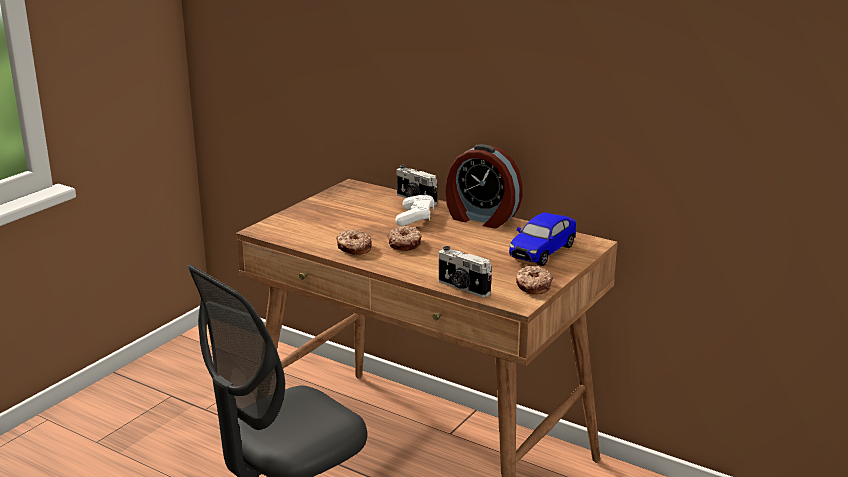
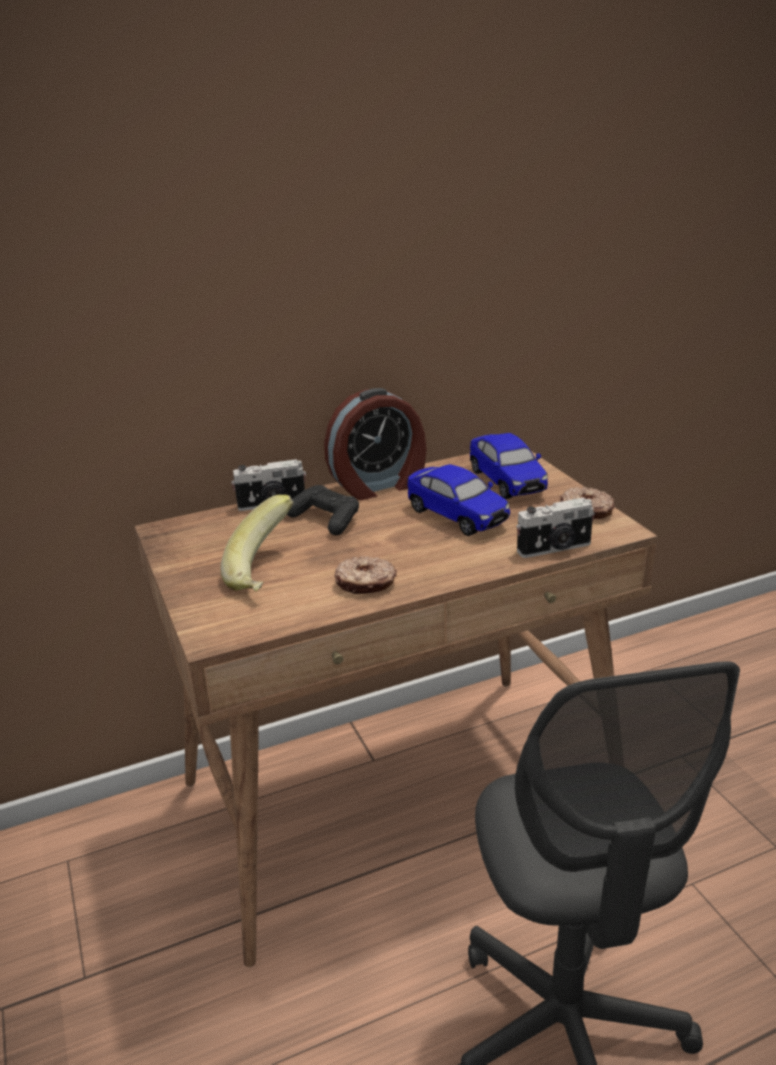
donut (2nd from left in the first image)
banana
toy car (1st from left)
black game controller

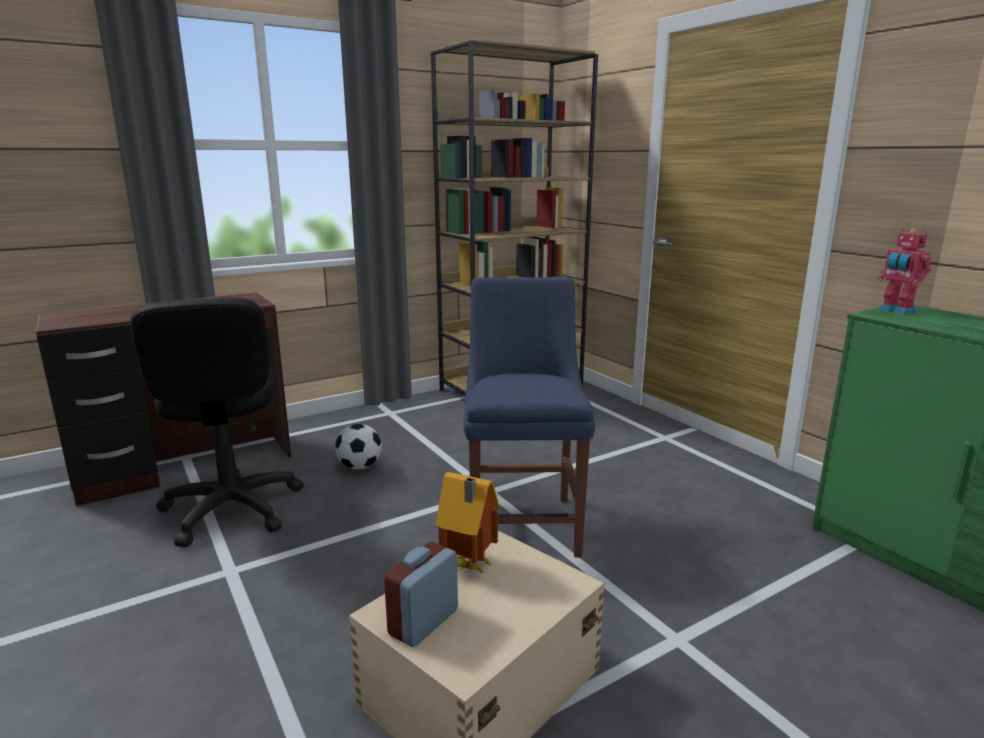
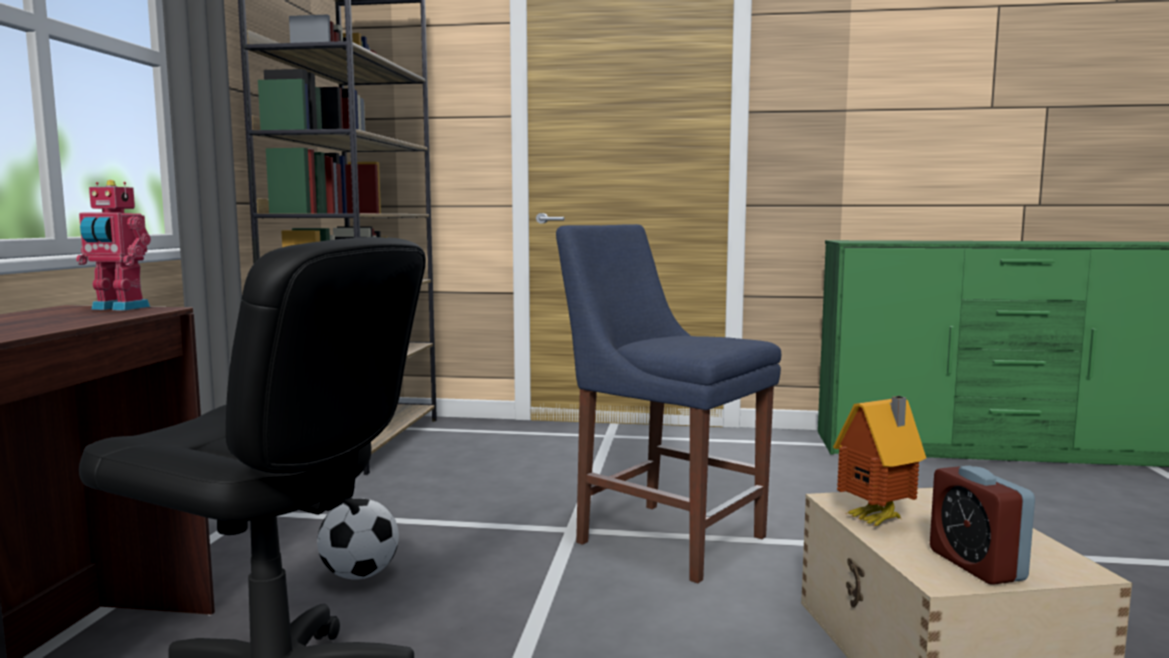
toy robot

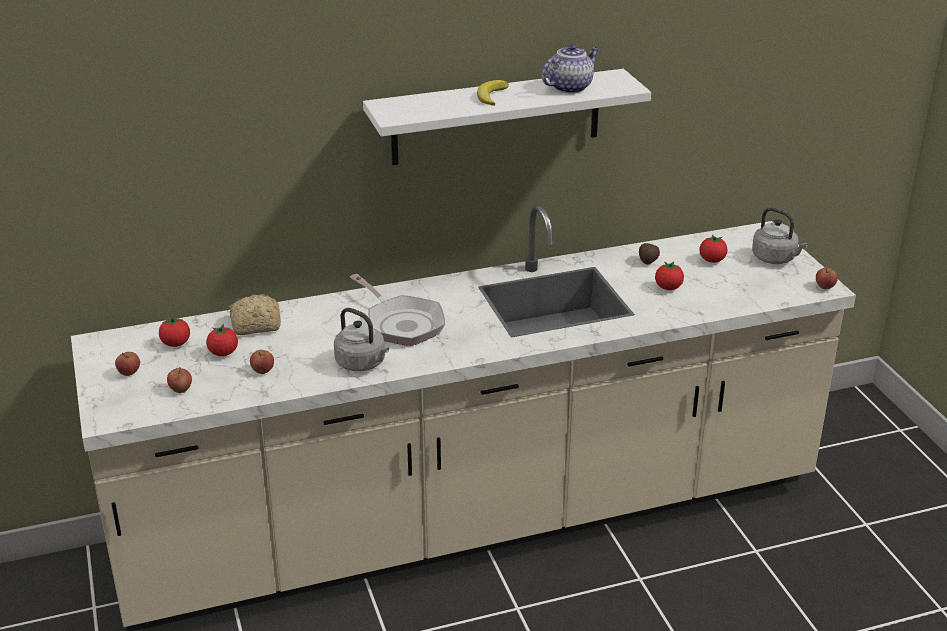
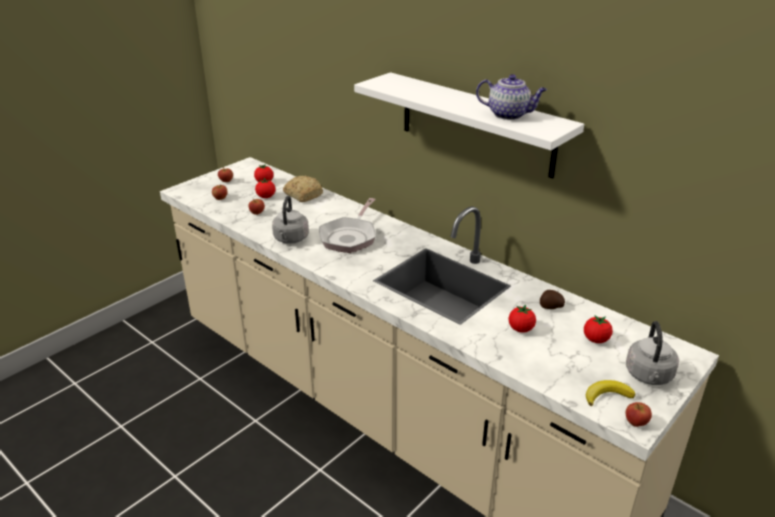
banana

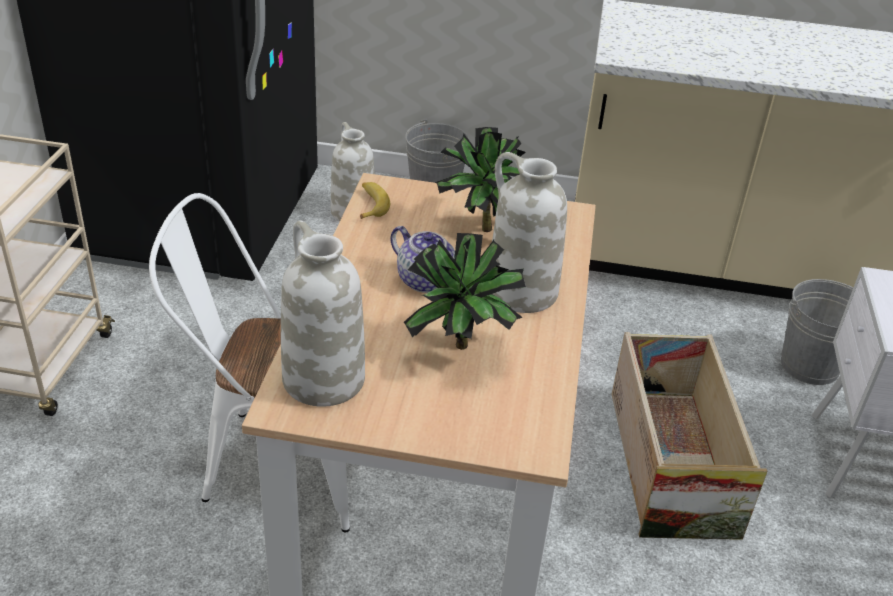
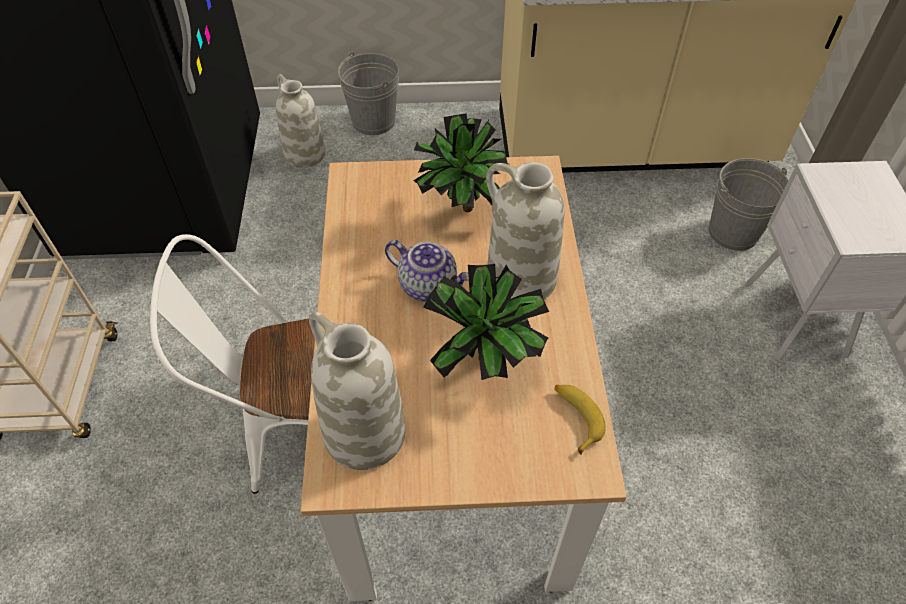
crate
banana

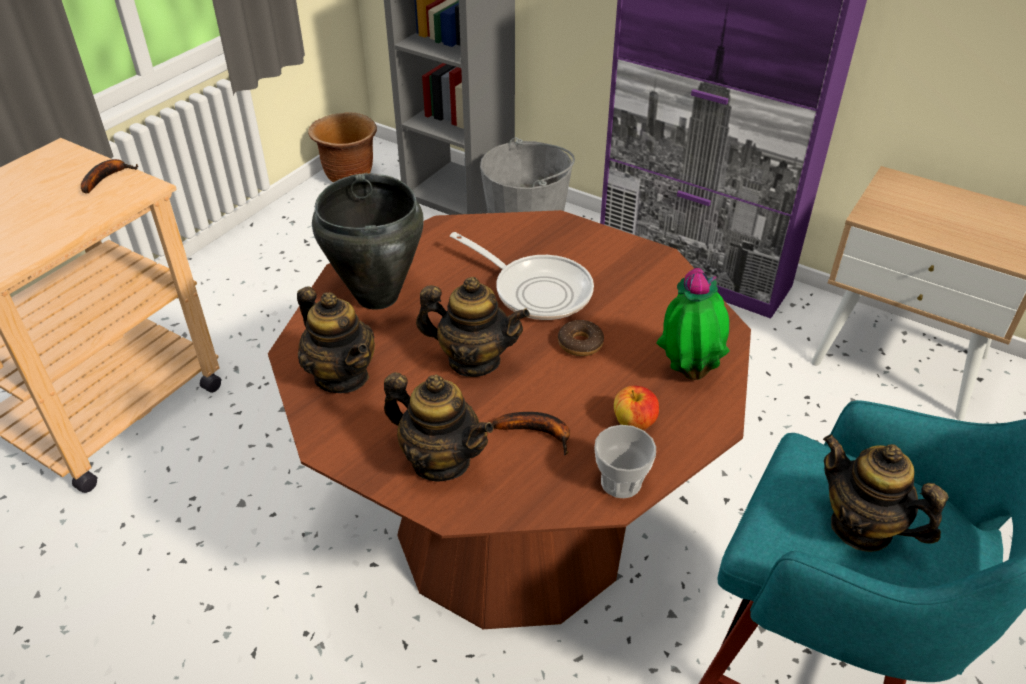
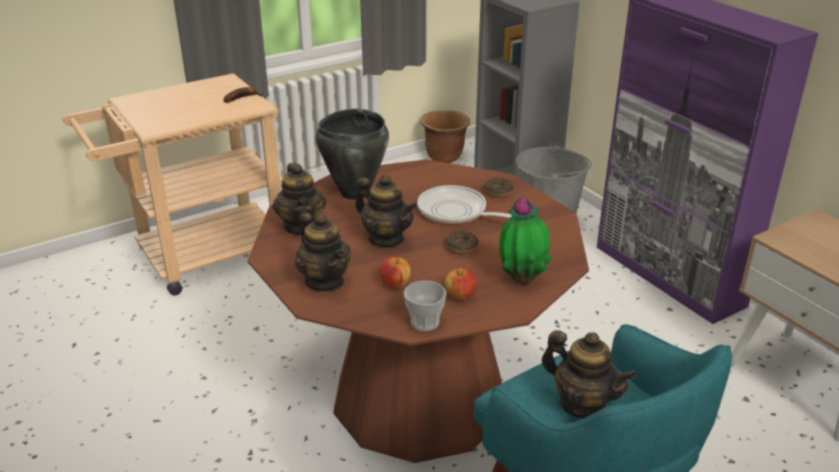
donut (2nd from left)
apple (1st from left)
frying pan
teapot (4th from left)

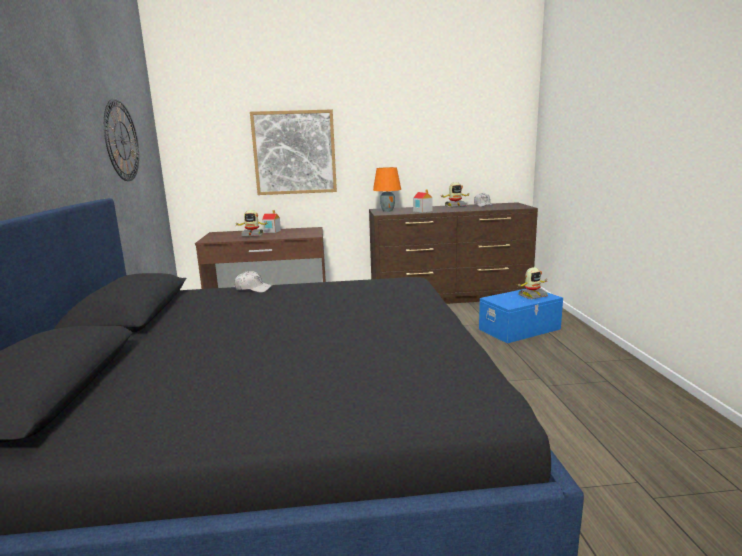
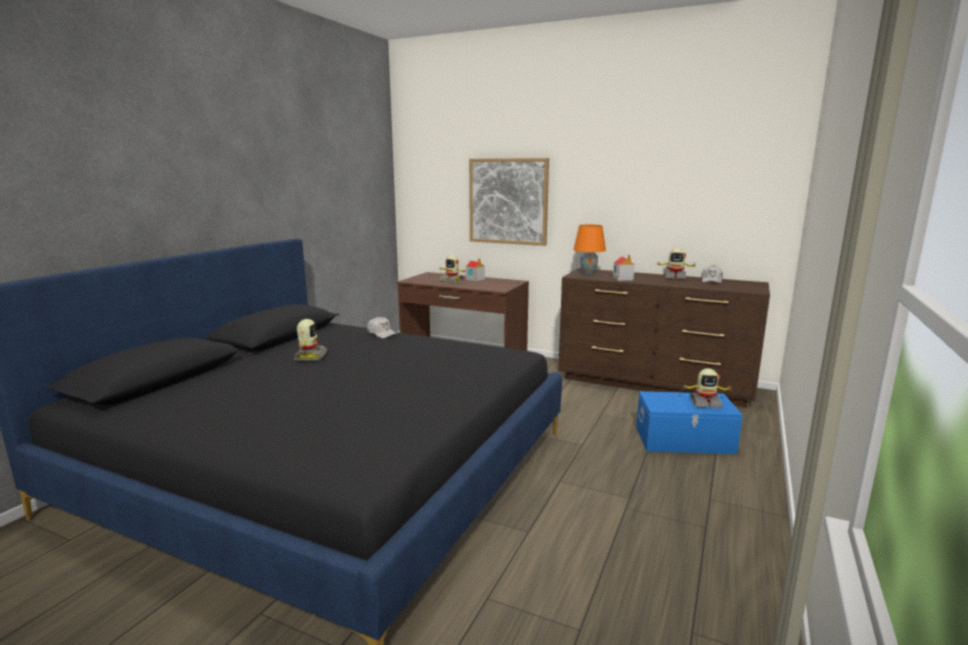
wall clock
toy robot (1st from left)

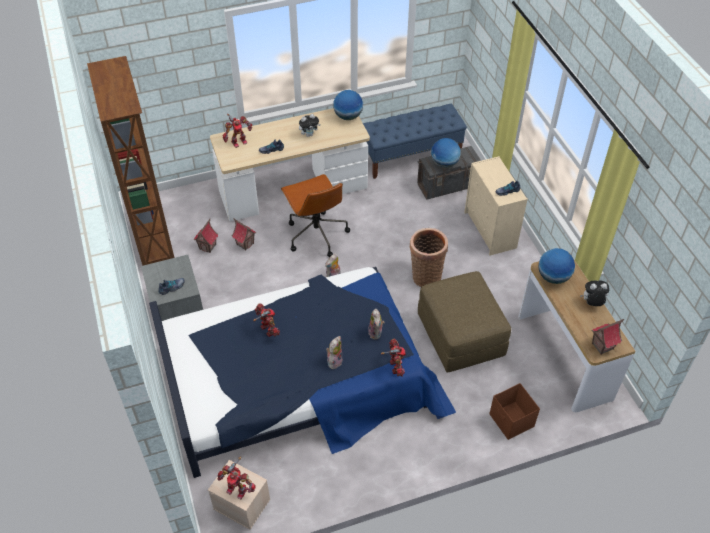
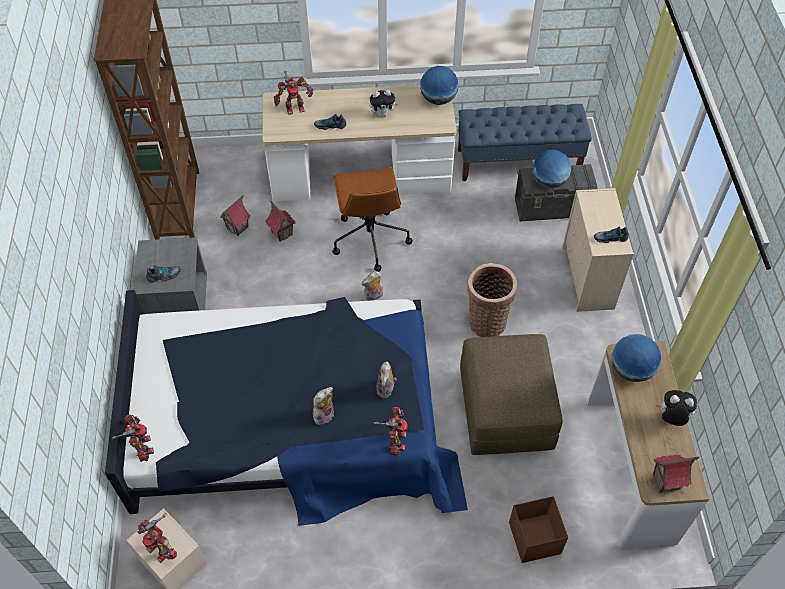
toy robot (1st from left)

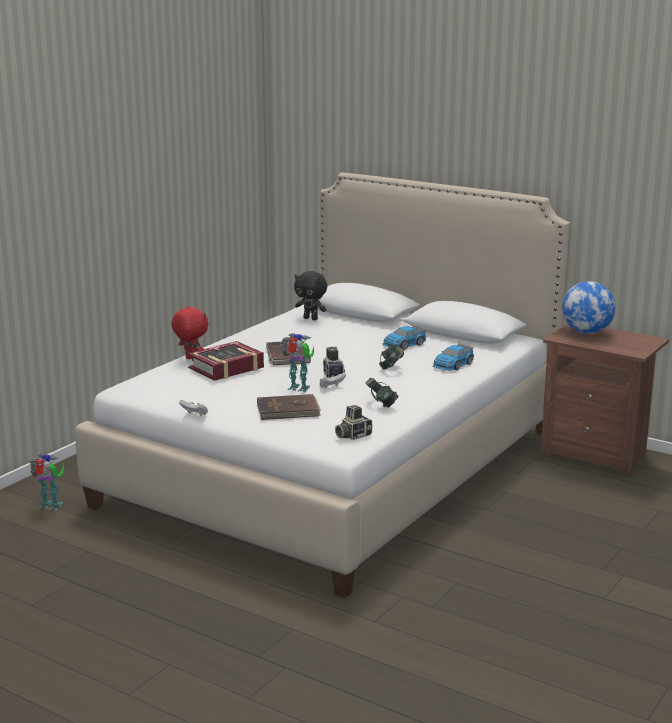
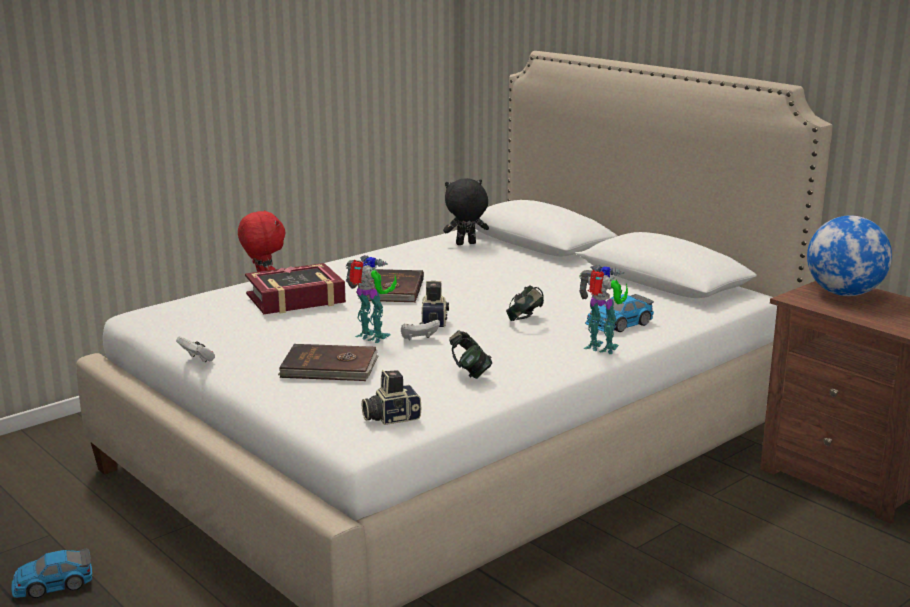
toy robot (2nd from left)
toy car (1st from left)
black plush toy

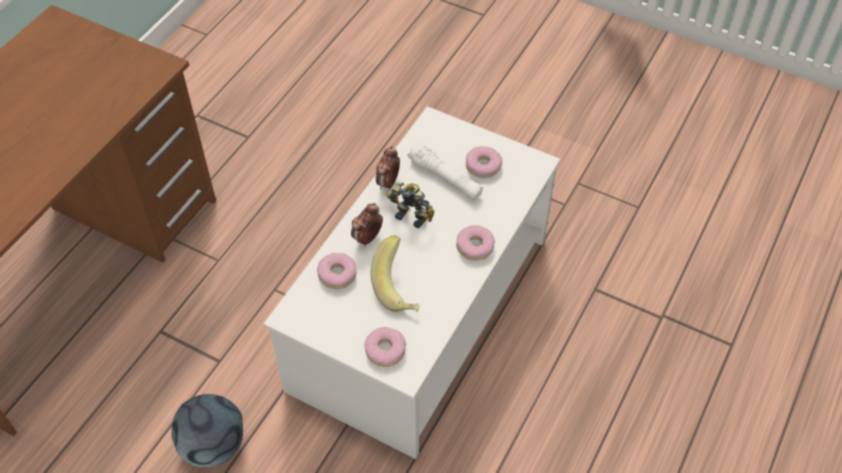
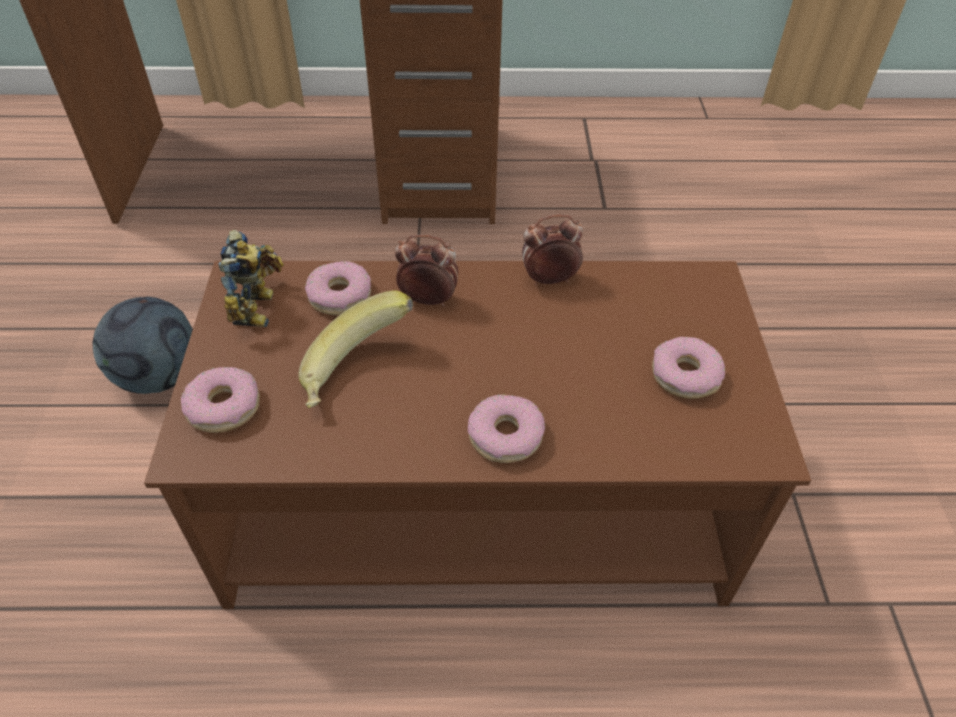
white flashlight
toy robot
brown coffee table

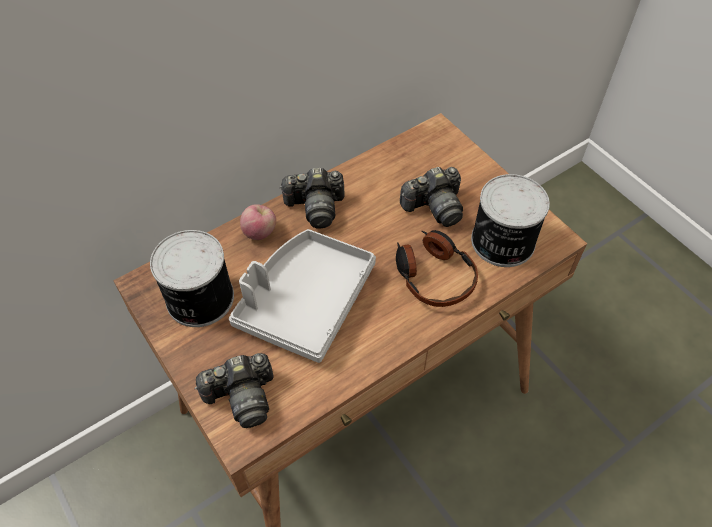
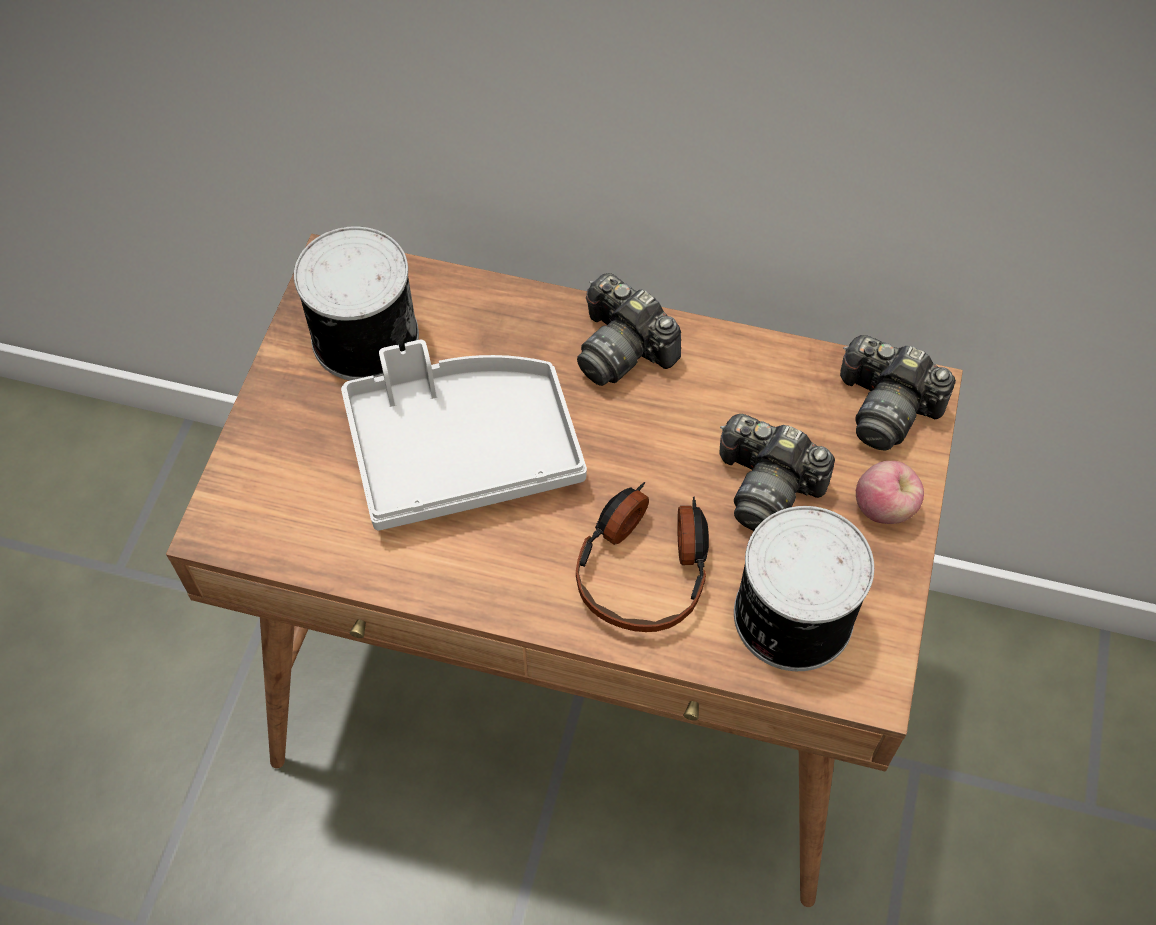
photo camera (3rd from left)
apple

